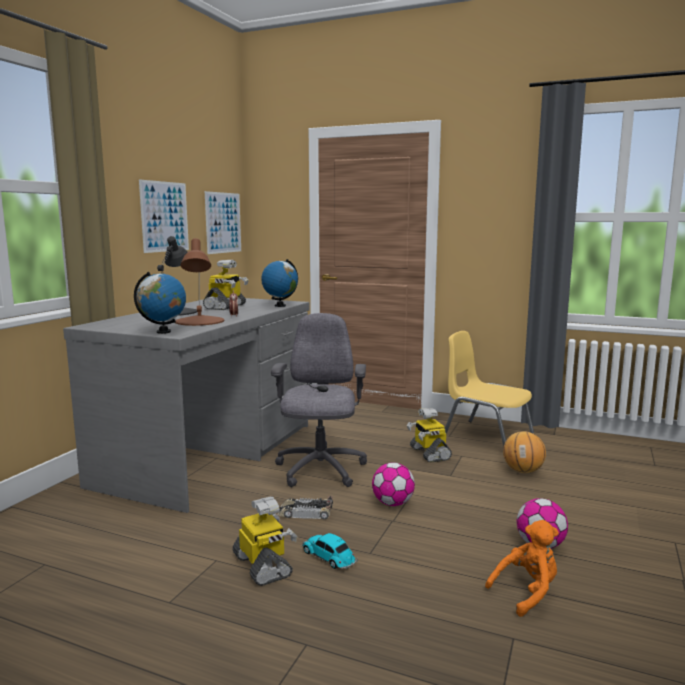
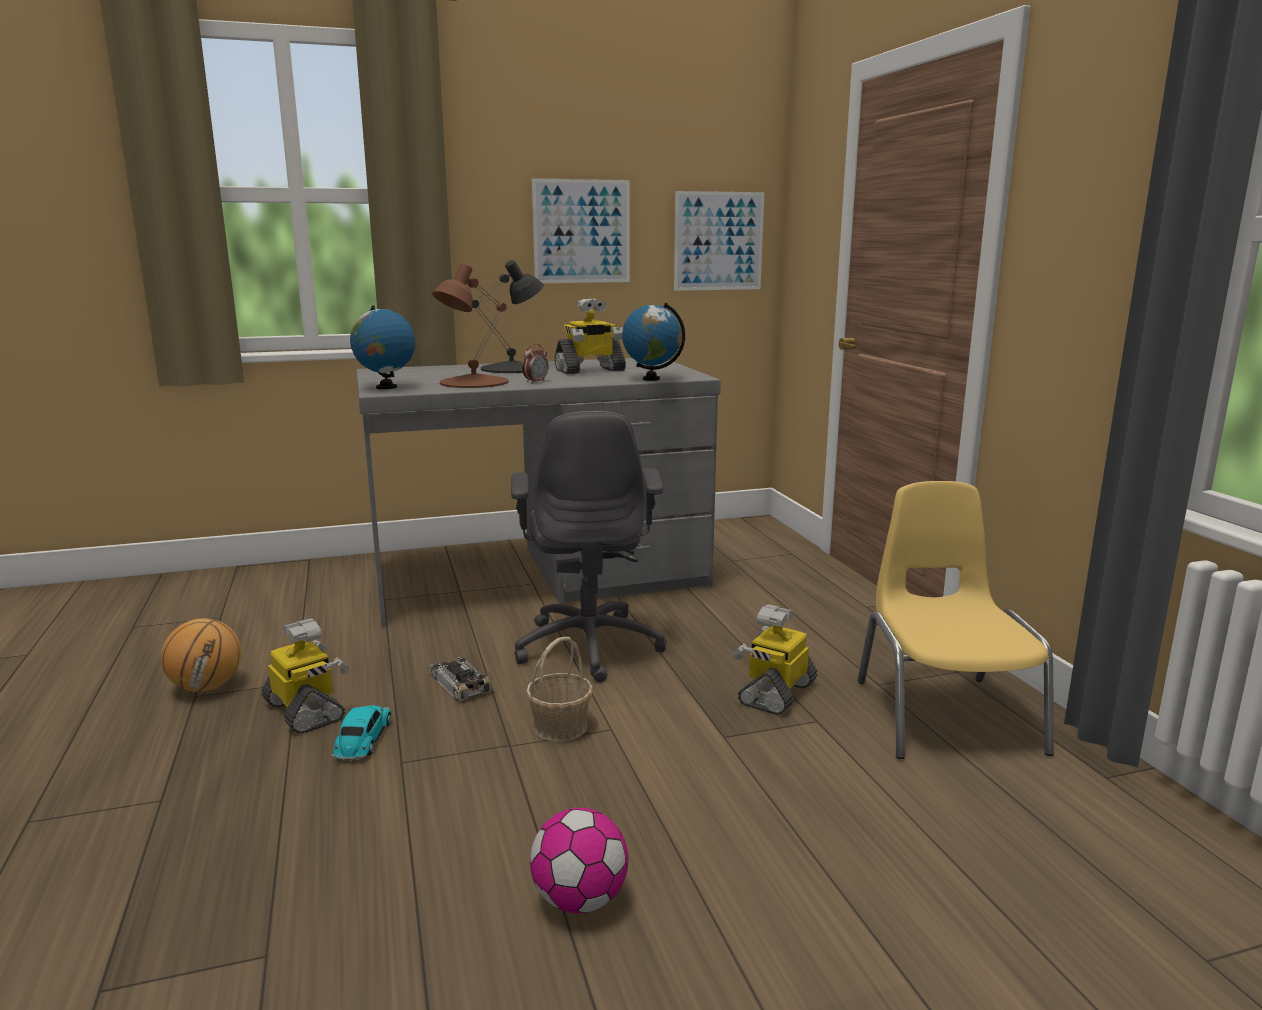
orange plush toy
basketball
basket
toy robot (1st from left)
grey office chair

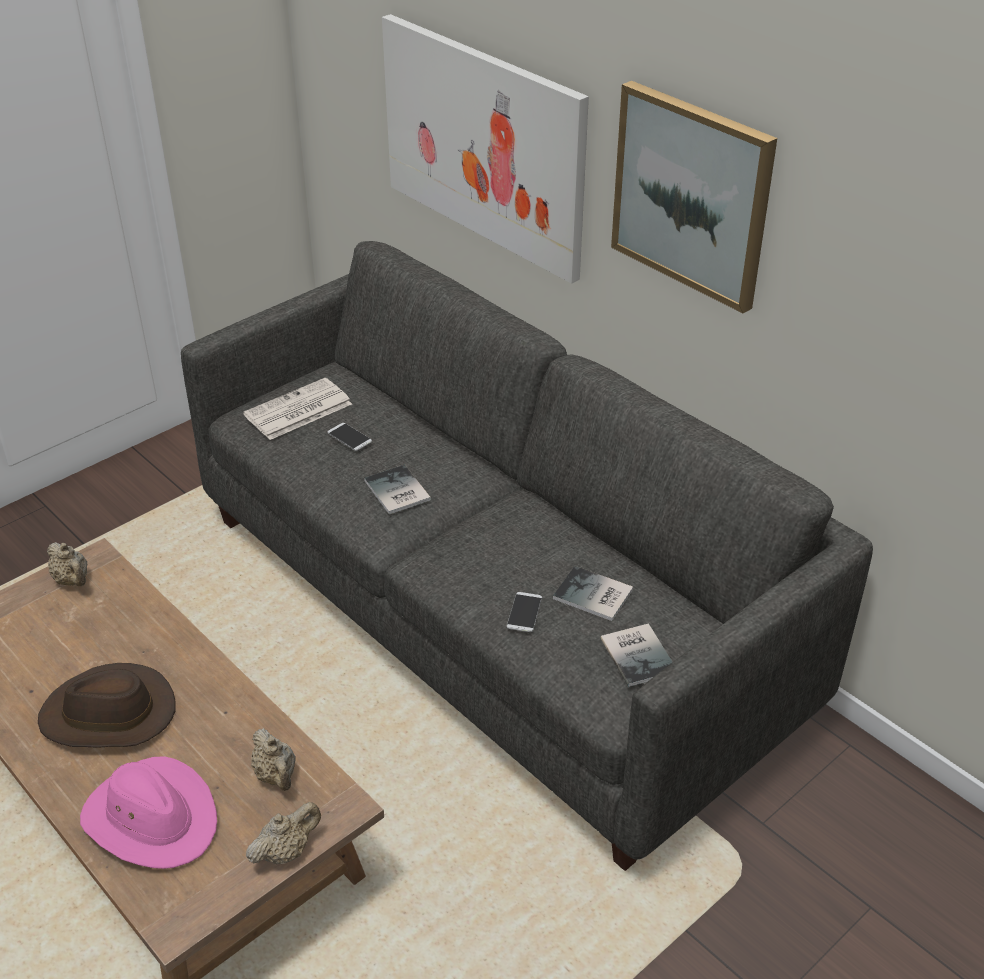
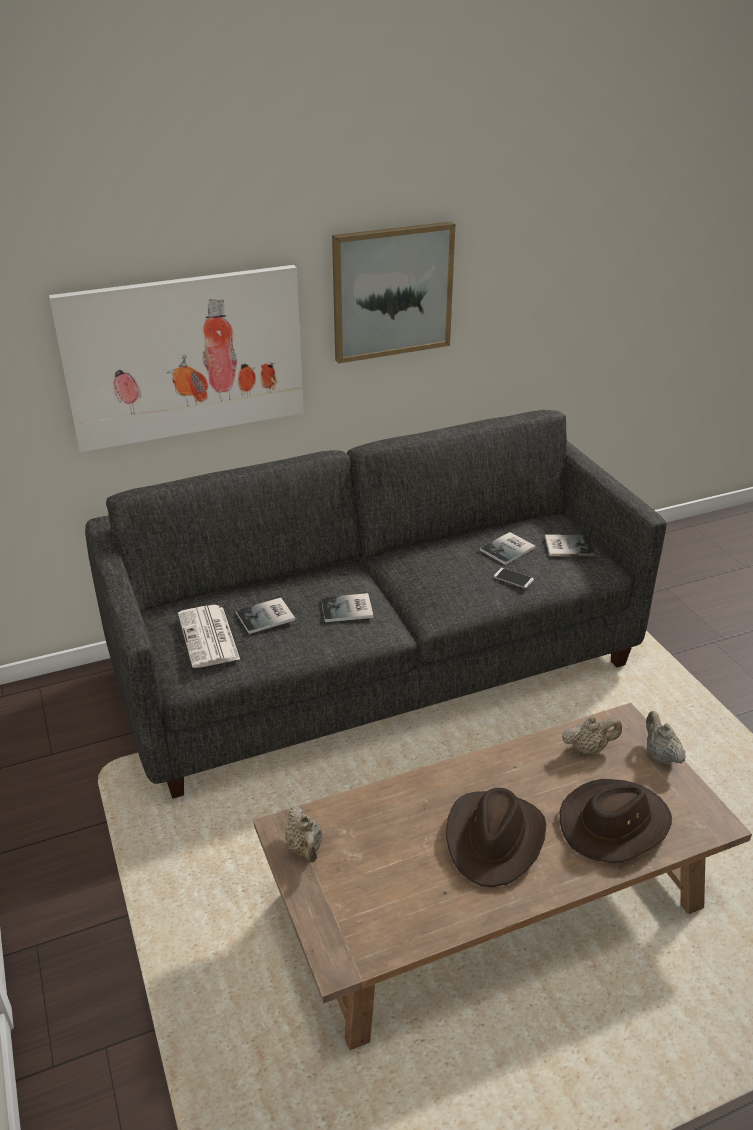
book (1st from left)
brown hat (2nd from left)
beige teapot (1st from left)

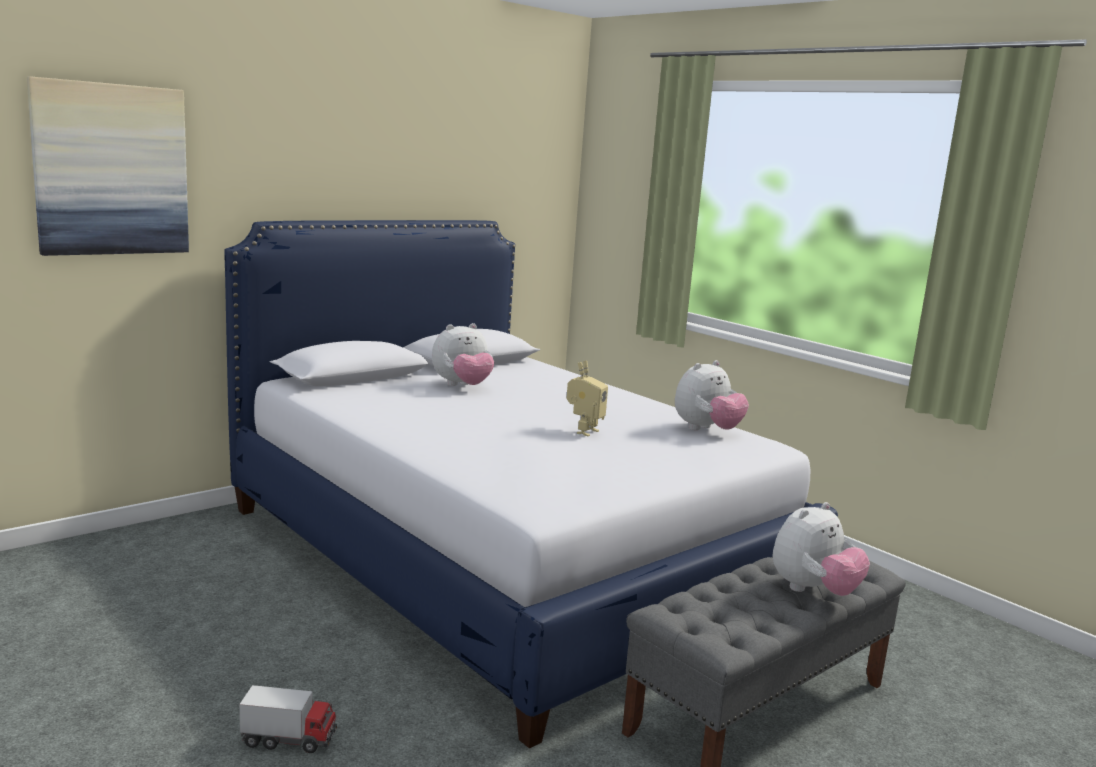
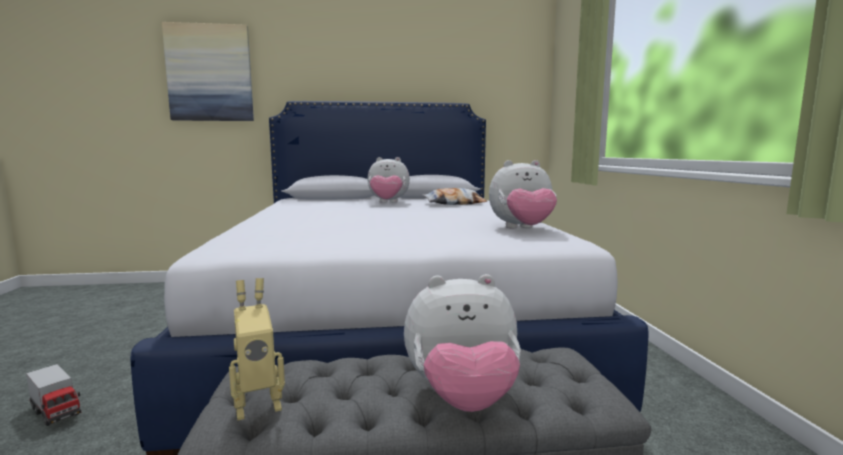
pillow
toy robot

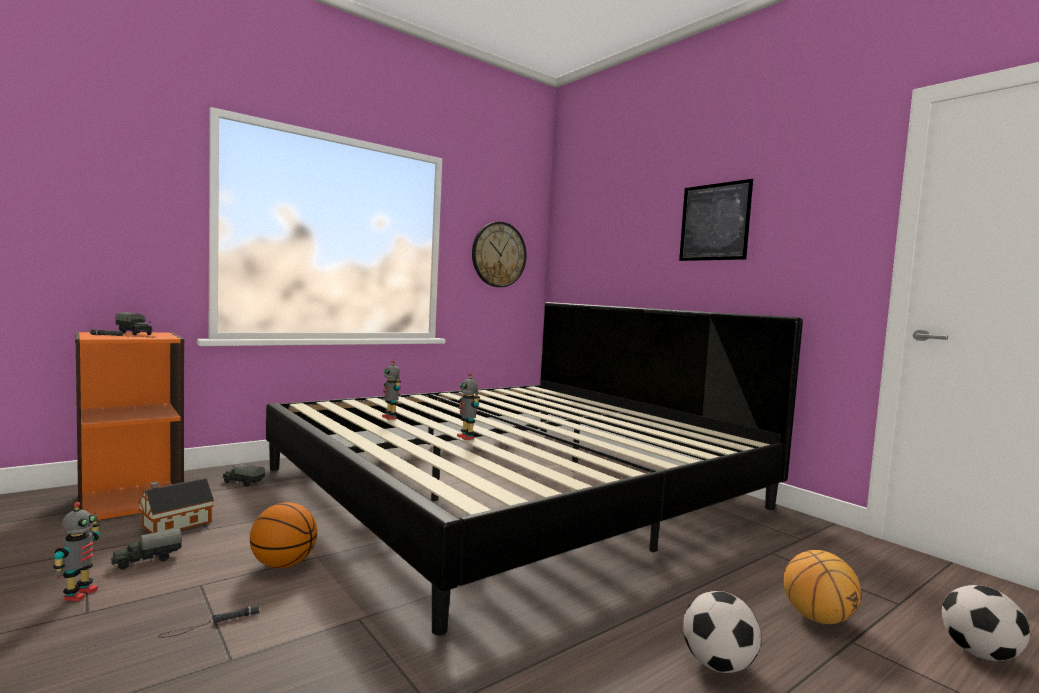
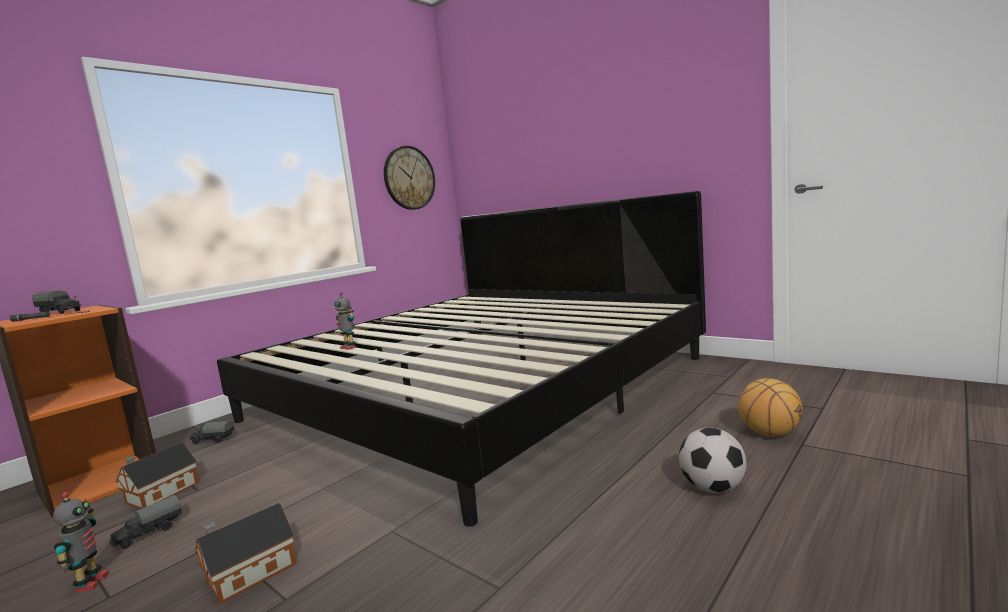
basketball (1st from left in the first image)
toy robot (3rd from left in the first image)
picture
football (2nd from left in the first image)
toy house (2nd from left)

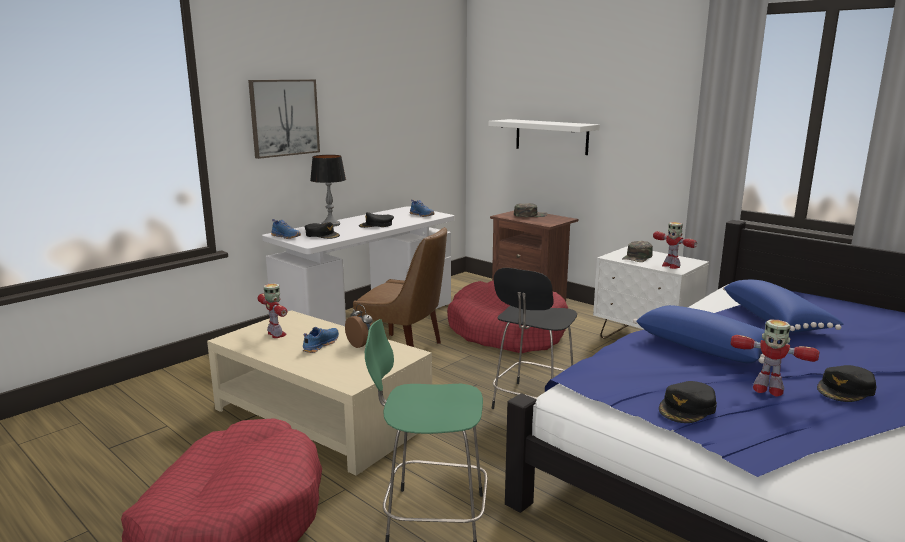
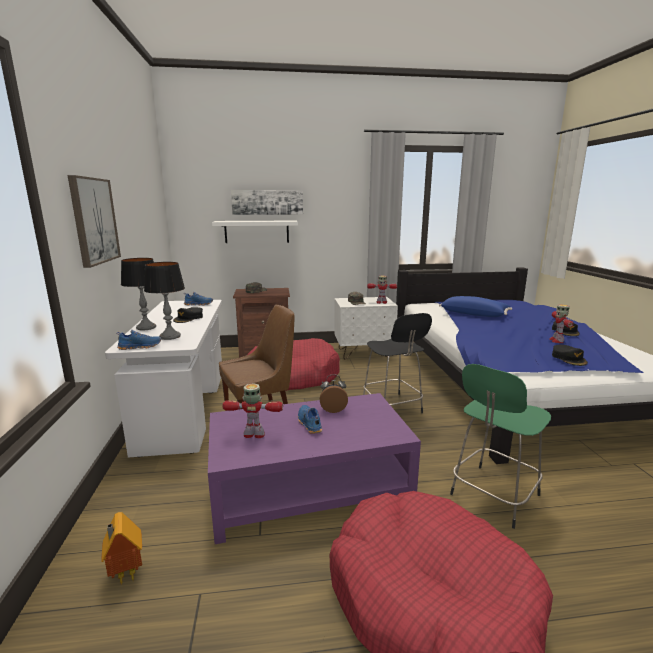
blue pillow (1st from left in the first image)
toy house
picture (2nd from left)
table lamp (2nd from left)
purple coffee table
toy robot (3rd from left)

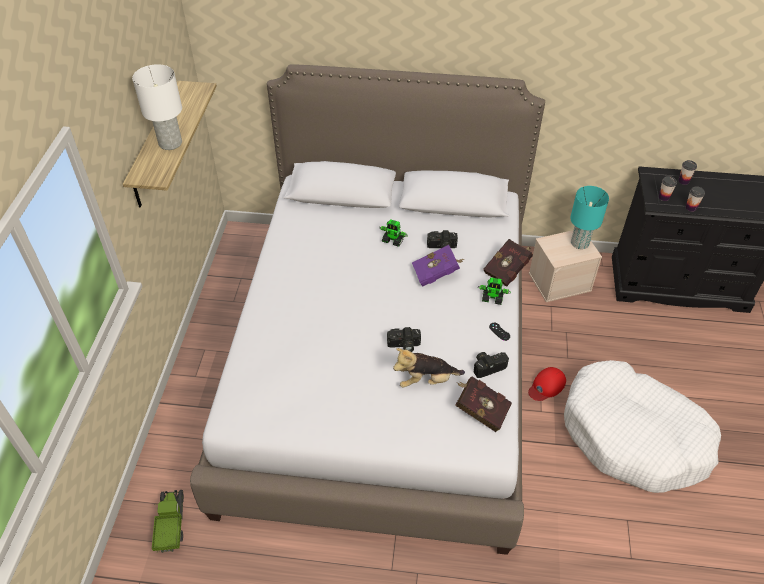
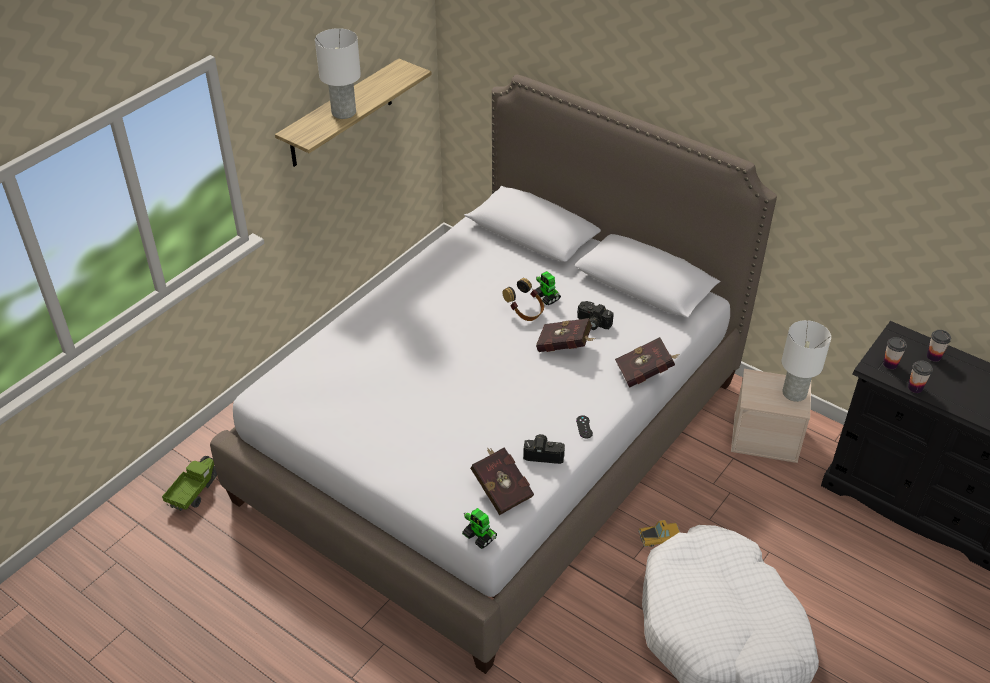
photo camera (1st from left in the first image)
plush toy
headphones
toy robot (1st from left)
toy car
red book (2nd from left)
white table lamp (2nd from left)

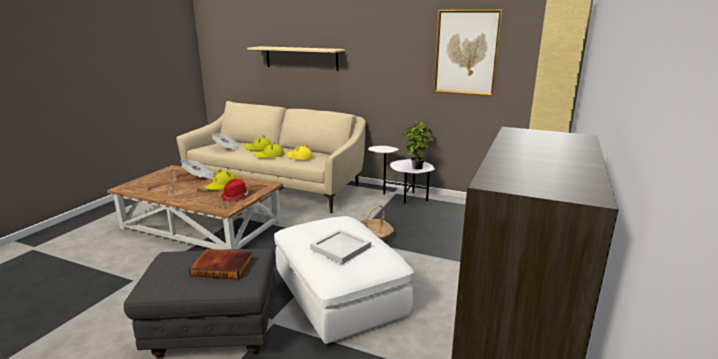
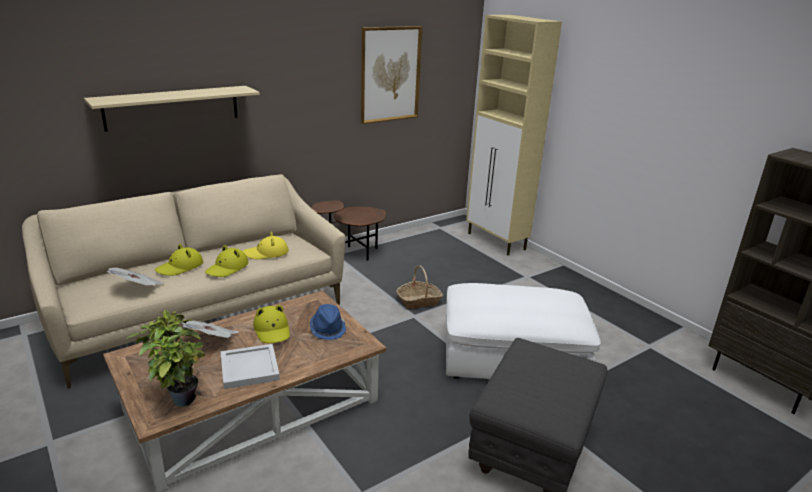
book
white tray
potted plant
blue hat
brown side table

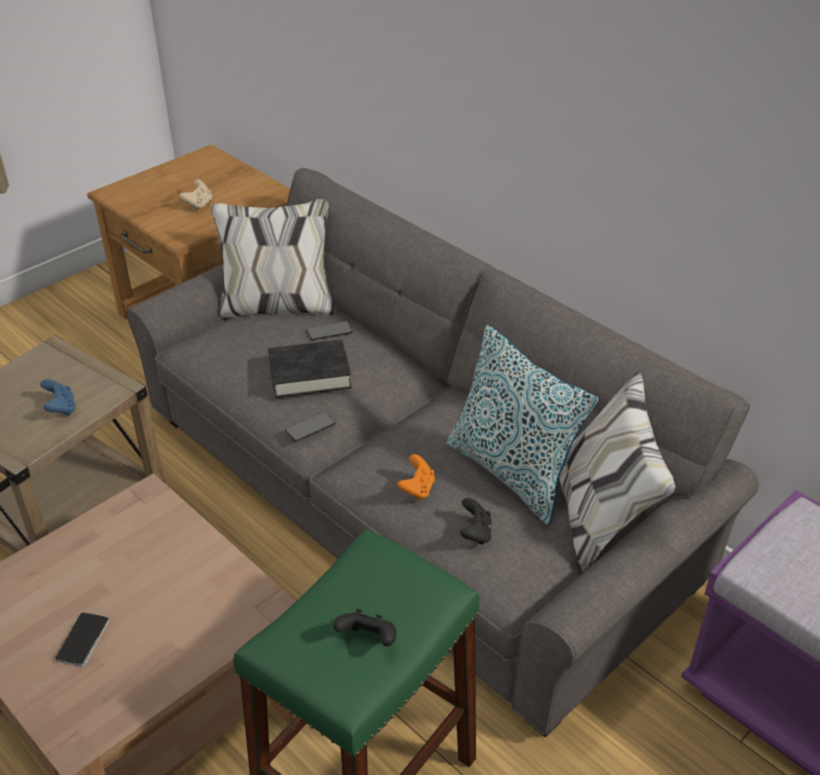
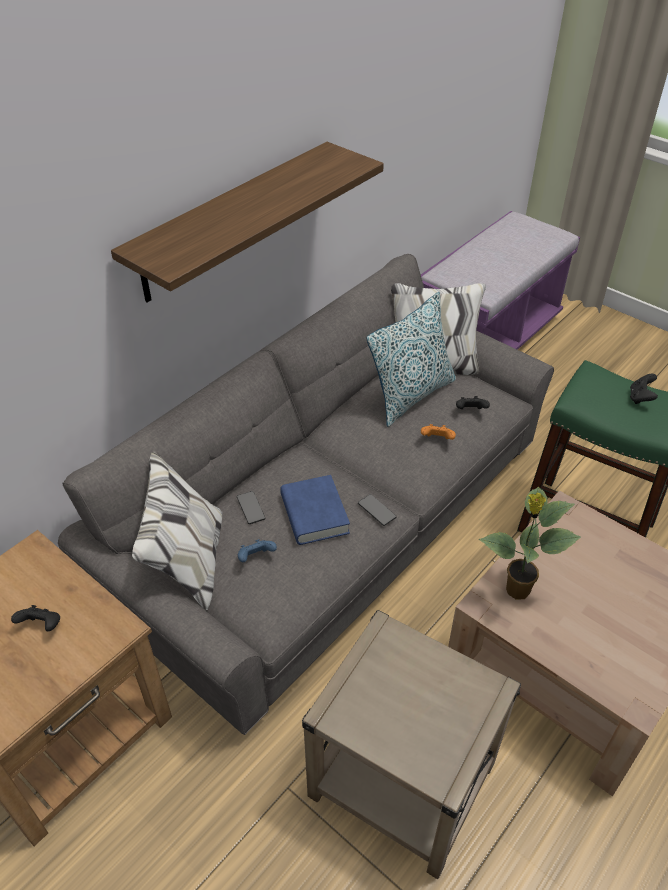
phone (1st from left in the first image)
shelf
potted plant
blue game controller
black game controller (1st from left)
blue book

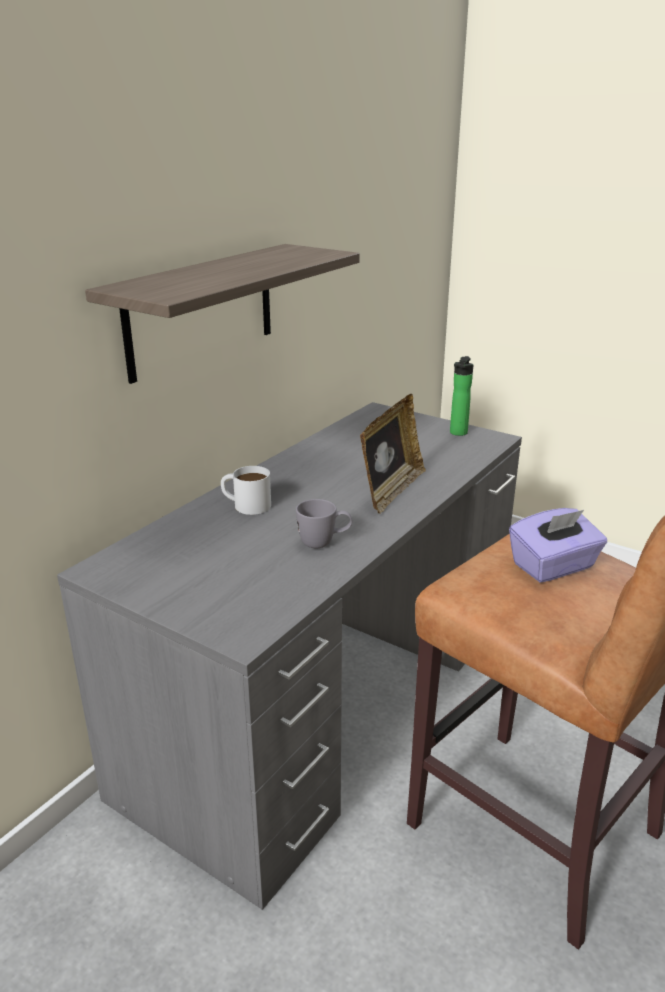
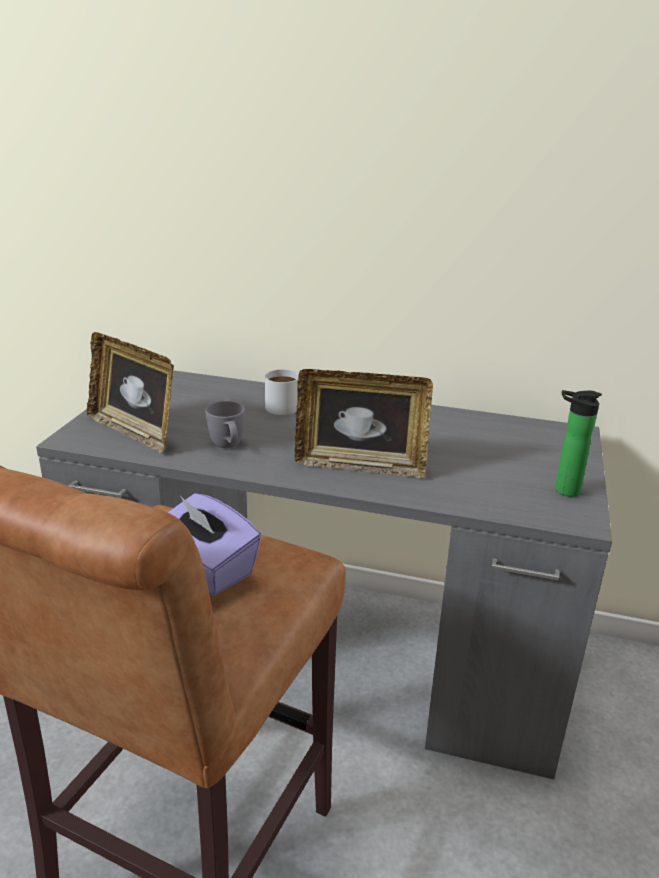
shelf
picture frame (1st from left)

